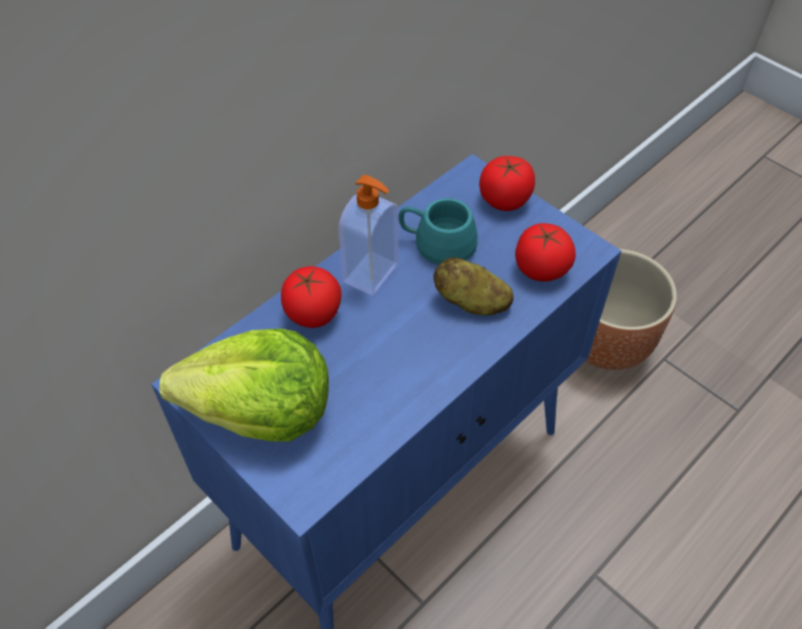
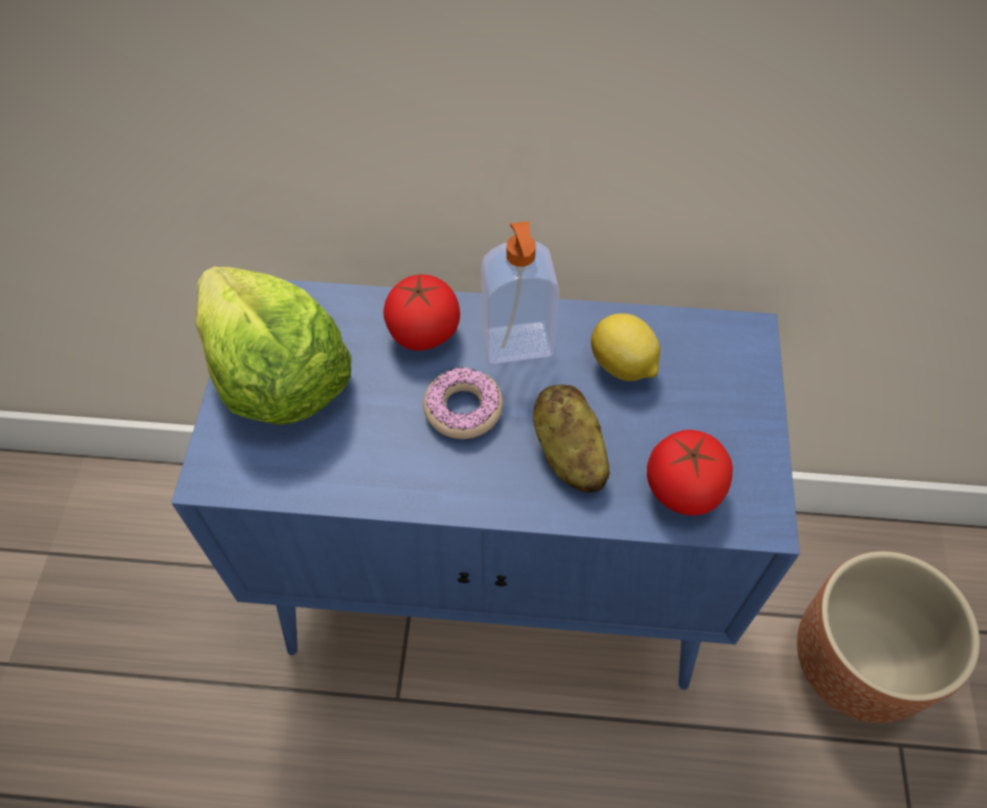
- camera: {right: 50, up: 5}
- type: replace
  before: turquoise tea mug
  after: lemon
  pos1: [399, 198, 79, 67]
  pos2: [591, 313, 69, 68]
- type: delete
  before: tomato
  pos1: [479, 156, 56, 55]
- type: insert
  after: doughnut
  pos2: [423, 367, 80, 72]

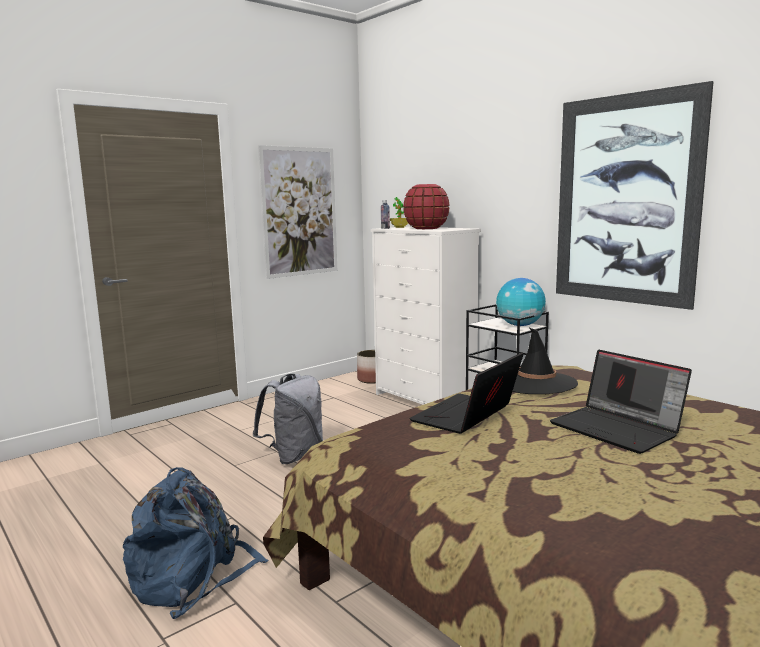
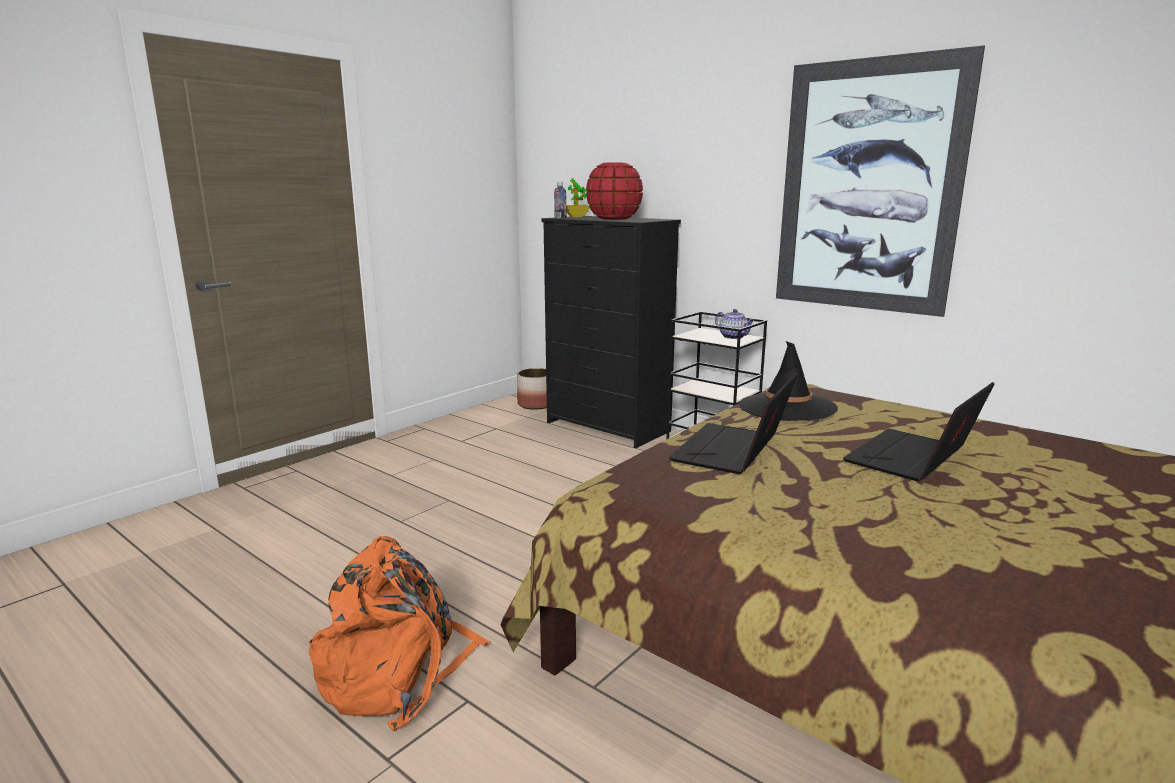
- camera: {right: -10, up: 5}
- type: recolor
  before: bluish backpack
  after: orangey backpack
  pos1: [123, 467, 146, 152]
  pos2: [309, 536, 182, 195]
- type: delete
  before: gray backpack
  pos1: [253, 374, 70, 90]
- type: delete
  before: wall art
  pos1: [258, 145, 79, 134]
- type: recolor
  before: white chest of drawers
  after: black chest of drawers
  pos1: [371, 226, 110, 179]
  pos2: [541, 216, 140, 232]
- type: replace
  before: desk globe
  after: pot for tea
  pos1: [496, 278, 50, 48]
  pos2: [715, 309, 39, 30]
- type: rotate
  before: portable computer
  pos1: [550, 350, 142, 104]
  pos2: [843, 382, 151, 99]
  turn: 90

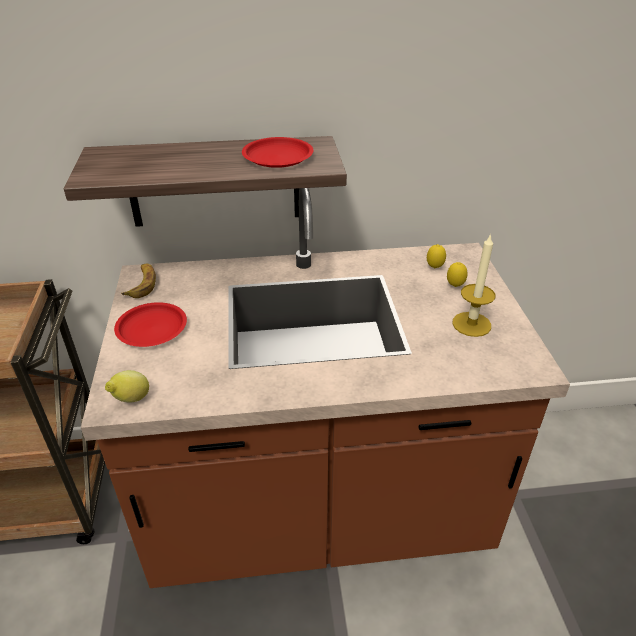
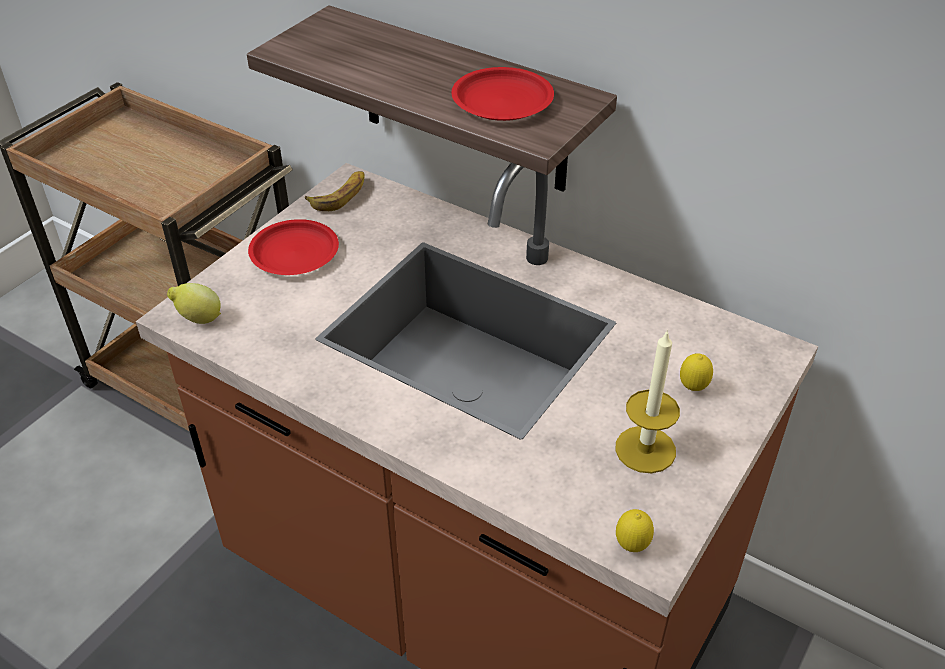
- camera: {right: 40, up: 5}
- type: move
  before: lemon
  pos1: [427, 244, 19, 24]
  pos2: [616, 509, 38, 43]

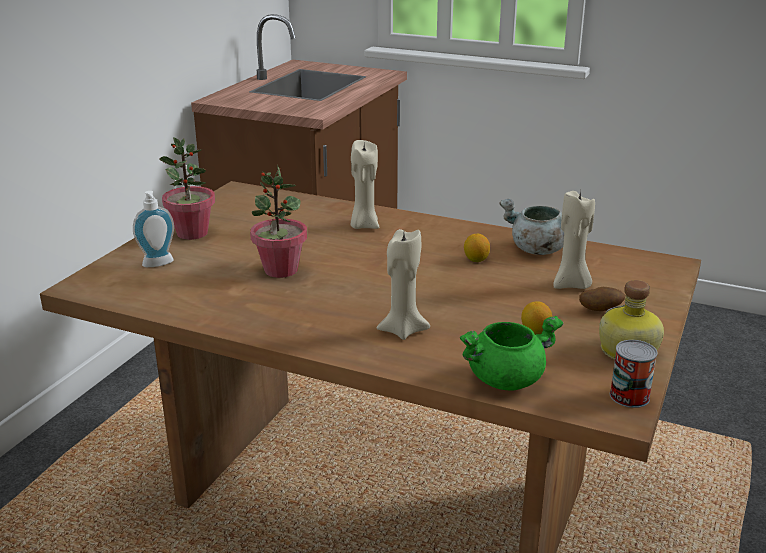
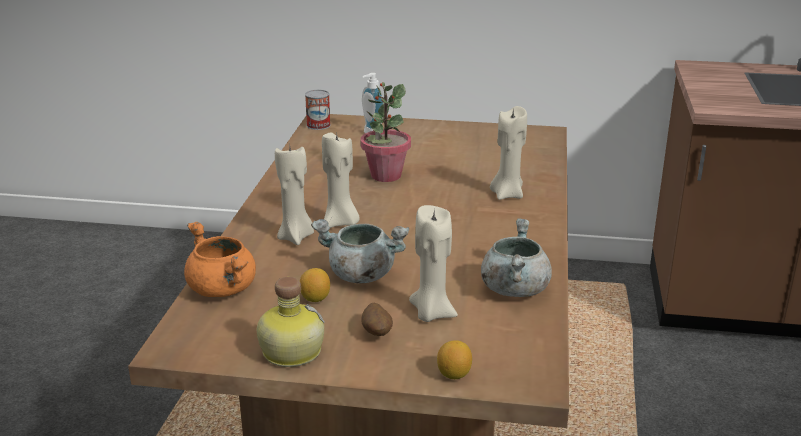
- camera: {right: 75, up: 0}
- type: delete
  before: houseplant
  pos1: [159, 137, 56, 103]
- type: recolor
  before: green-coloured saucepot
  after: orangey saucepot
  pos1: [460, 316, 103, 74]
  pos2: [184, 222, 72, 75]
- type: move
  before: lemon
  pos1: [464, 234, 26, 28]
  pos2: [437, 340, 35, 39]
- type: move
  before: metal can
  pos1: [610, 340, 48, 68]
  pos2: [305, 90, 26, 40]
- type: insert
  after: gray saucepot
  pos2: [311, 219, 98, 64]
- type: insert
  after: sand-coloured wax light
  pos2: [322, 132, 38, 96]

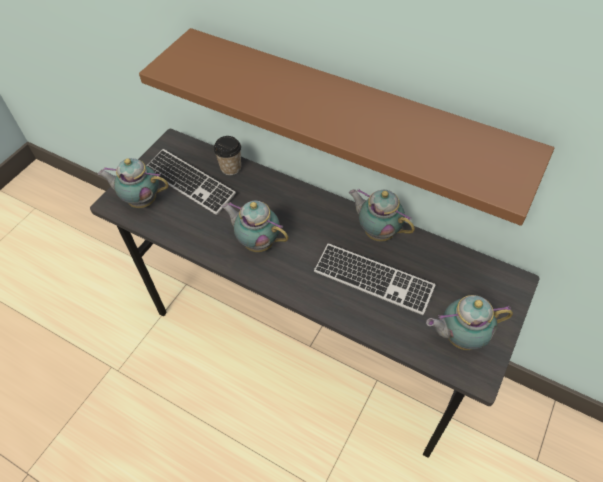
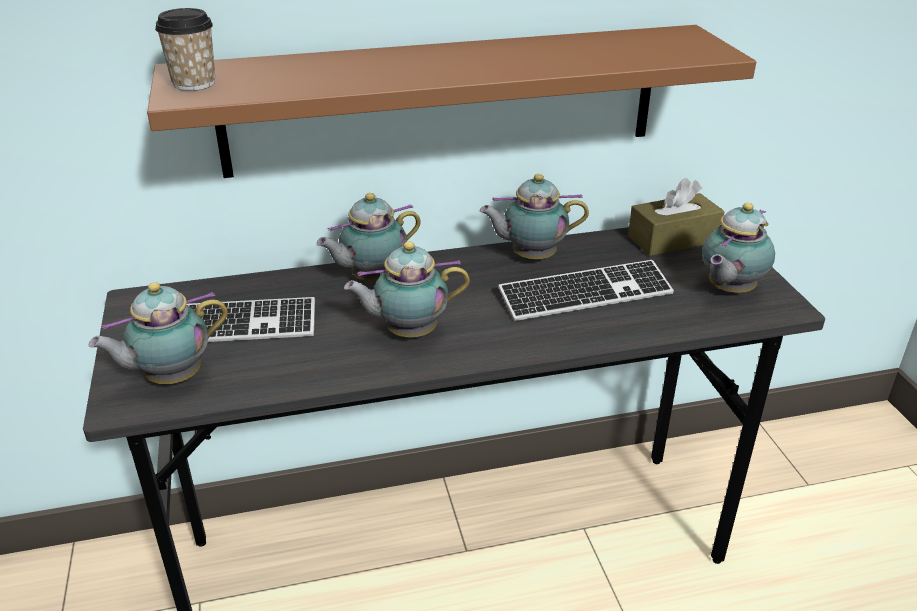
- camera: {right: -45, up: -20}
- type: move
  before: cup
  pos1: [214, 136, 27, 40]
  pos2: [155, 8, 60, 83]
- type: insert
  after: pot for tea
  pos2: [317, 193, 104, 88]
- type: insert
  after: brown-coloured box of tissues
  pos2: [628, 178, 97, 78]

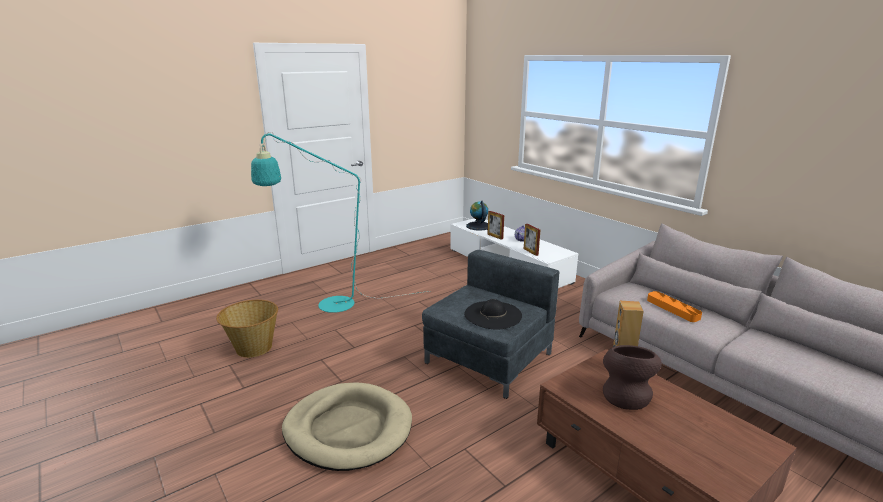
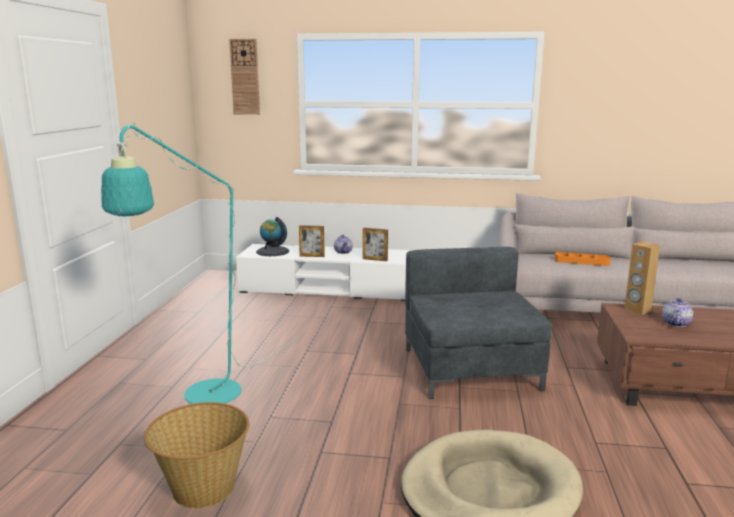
- camera: {right: -45, up: -5}
- type: delete
  before: black hat
  pos1: [464, 299, 58, 31]
- type: replace
  before: brown-coloured vase
  after: pot for tea
  pos1: [603, 345, 59, 65]
  pos2: [662, 298, 31, 29]
- type: insert
  after: clock on the wall
  pos2: [229, 39, 31, 76]

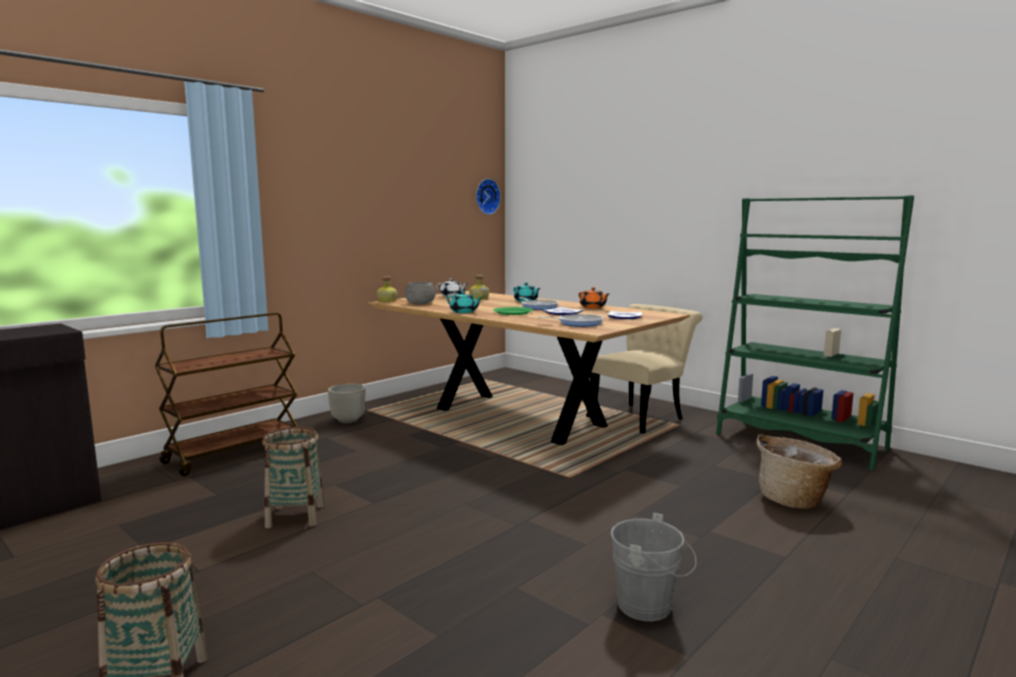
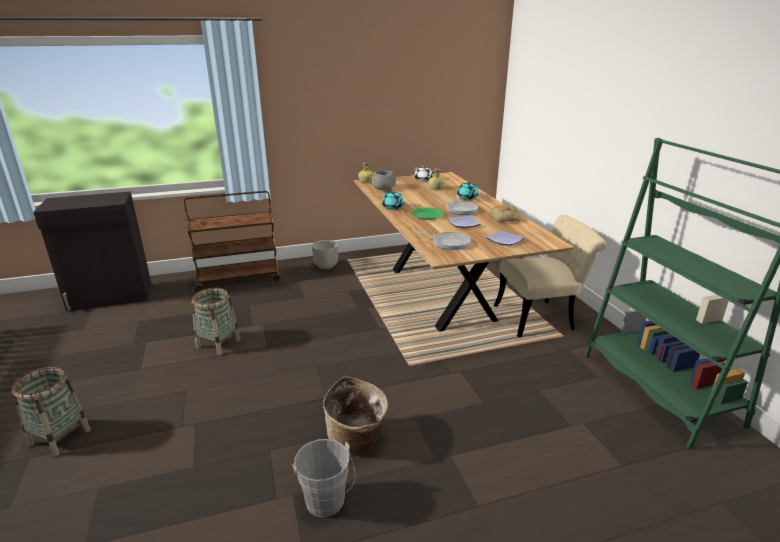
- camera: {right: 30, up: 15}
- type: delete
  before: clock on the wall
  pos1: [476, 179, 25, 36]
- type: replace
  before: orangey pot for tea
  after: bakery bread
  pos1: [578, 287, 31, 22]
  pos2: [491, 204, 30, 18]
- type: move
  before: basket
  pos1: [756, 434, 86, 75]
  pos2: [323, 376, 65, 78]

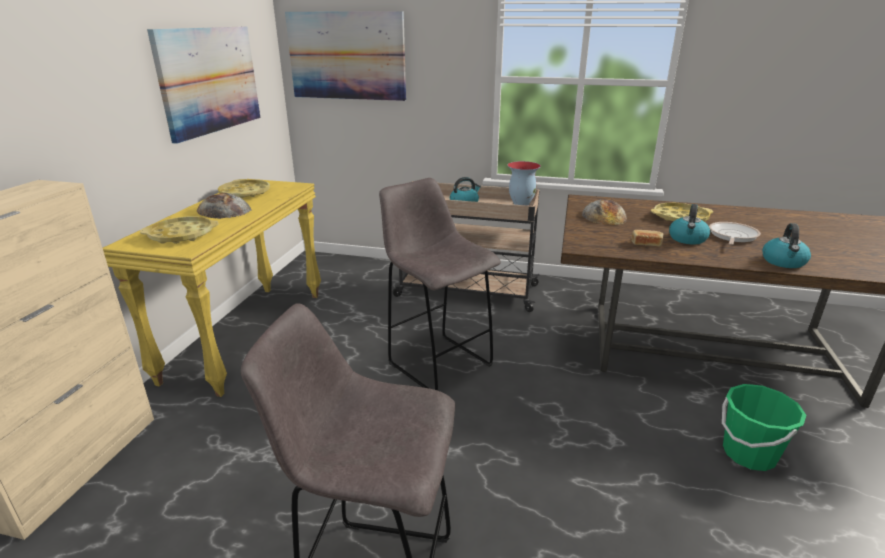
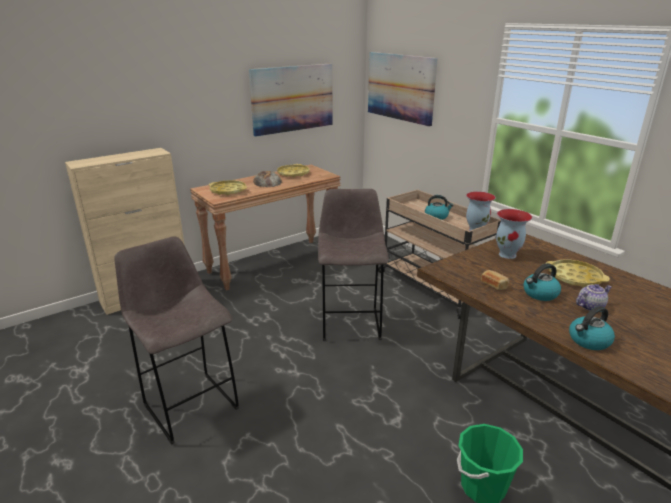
- camera: {right: 40, up: 0}
- type: recolor
  before: yellow console table
  after: brown-coloured console table
  pos1: [103, 179, 218, 218]
  pos2: [190, 165, 150, 126]
- type: replace
  before: bakery bread
  after: vase
  pos1: [582, 200, 45, 25]
  pos2: [496, 209, 36, 50]
- type: replace
  before: frying pan
  after: pot for tea
  pos1: [709, 222, 52, 23]
  pos2: [576, 284, 36, 27]

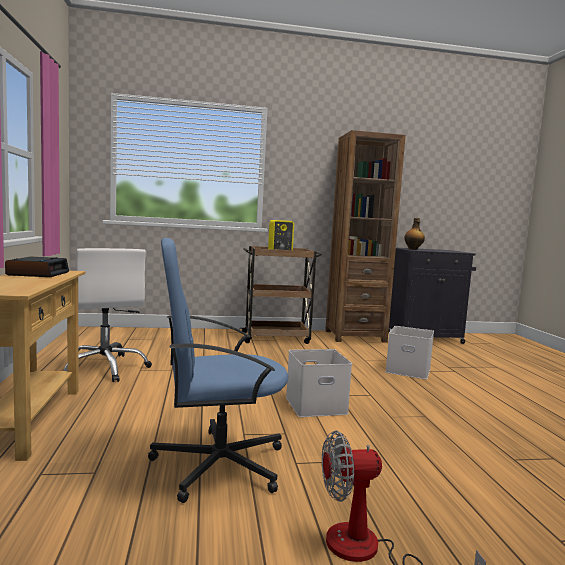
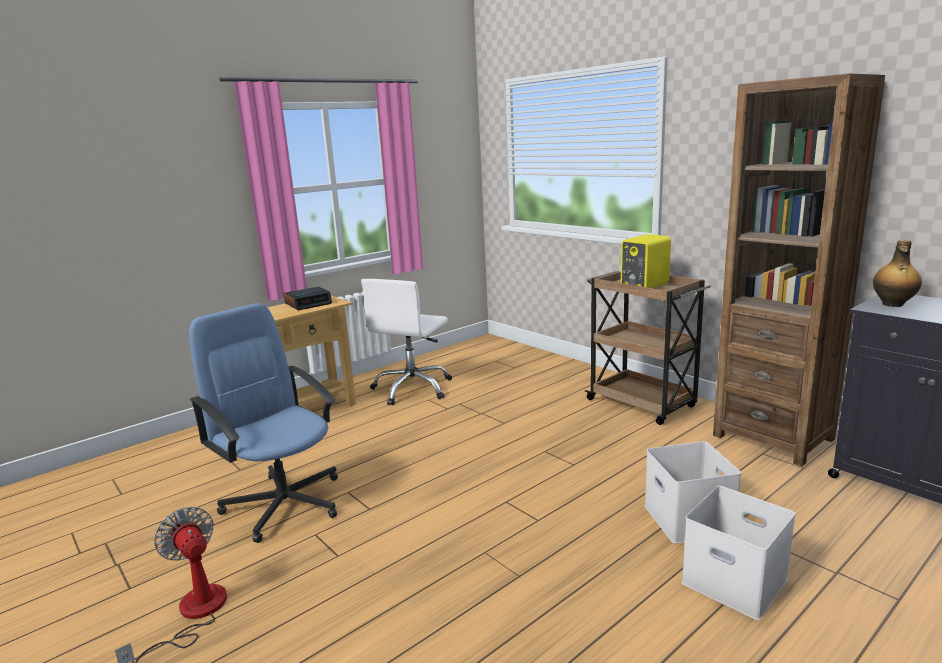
- camera: {right: 60, up: 10}
- type: move
  before: white storage bin
  pos1: [286, 349, 66, 68]
  pos2: [682, 486, 114, 134]

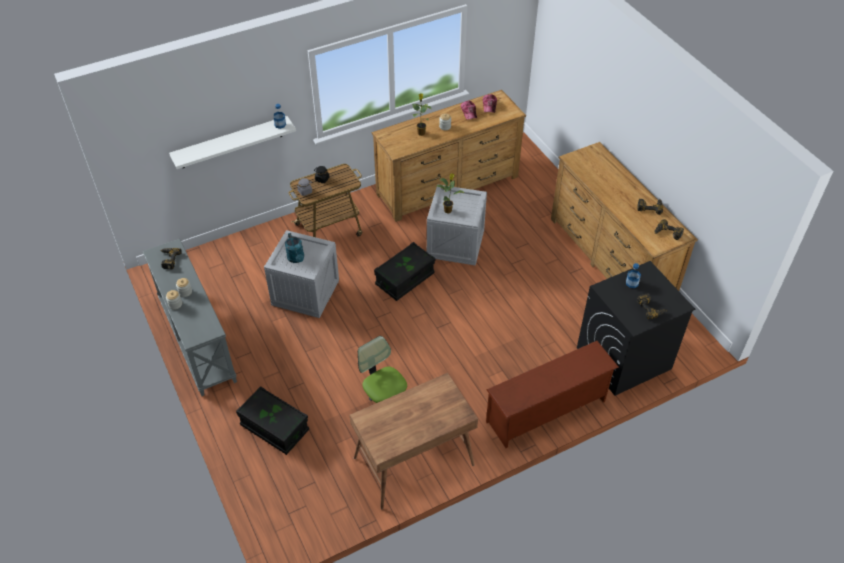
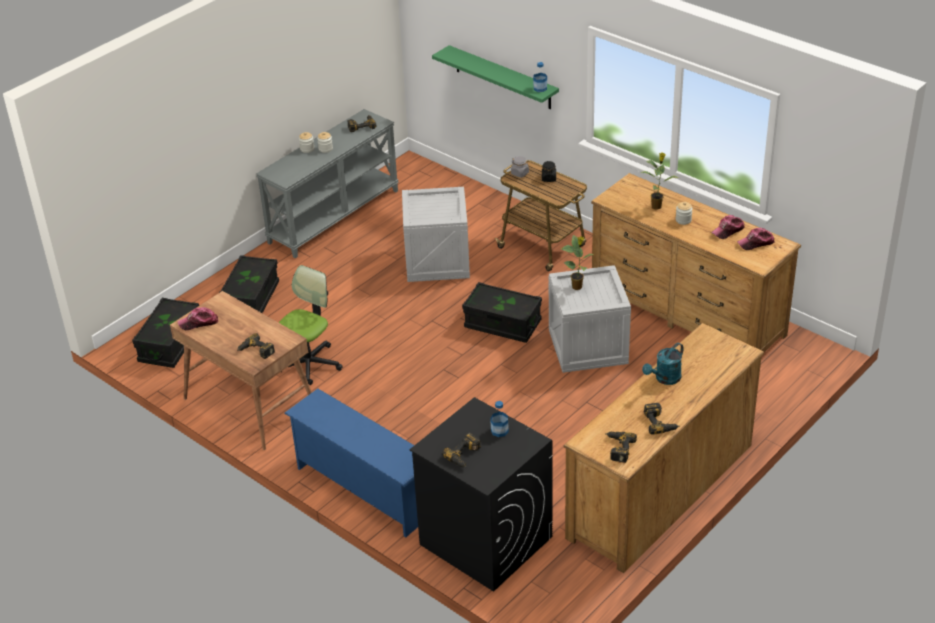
- camera: {right: 70, up: -10}
- type: recolor
  before: white shelf
  after: green-coloured shelf
  pos1: [169, 116, 127, 53]
  pos2: [432, 45, 127, 64]
- type: move
  before: turquoise watering can
  pos1: [285, 233, 19, 30]
  pos2: [642, 343, 42, 42]
- type: recolor
  before: brown-coloured shoe stand
  after: bluish shoe stand
  pos1: [486, 341, 133, 107]
  pos2: [284, 388, 134, 149]
- type: insert
  after: black storage bin
  pos2: [132, 298, 67, 70]
- type: insert
  after: baseball cap
  pos2: [178, 307, 41, 23]
- type: insert
  after: drill
  pos2: [237, 333, 38, 26]

